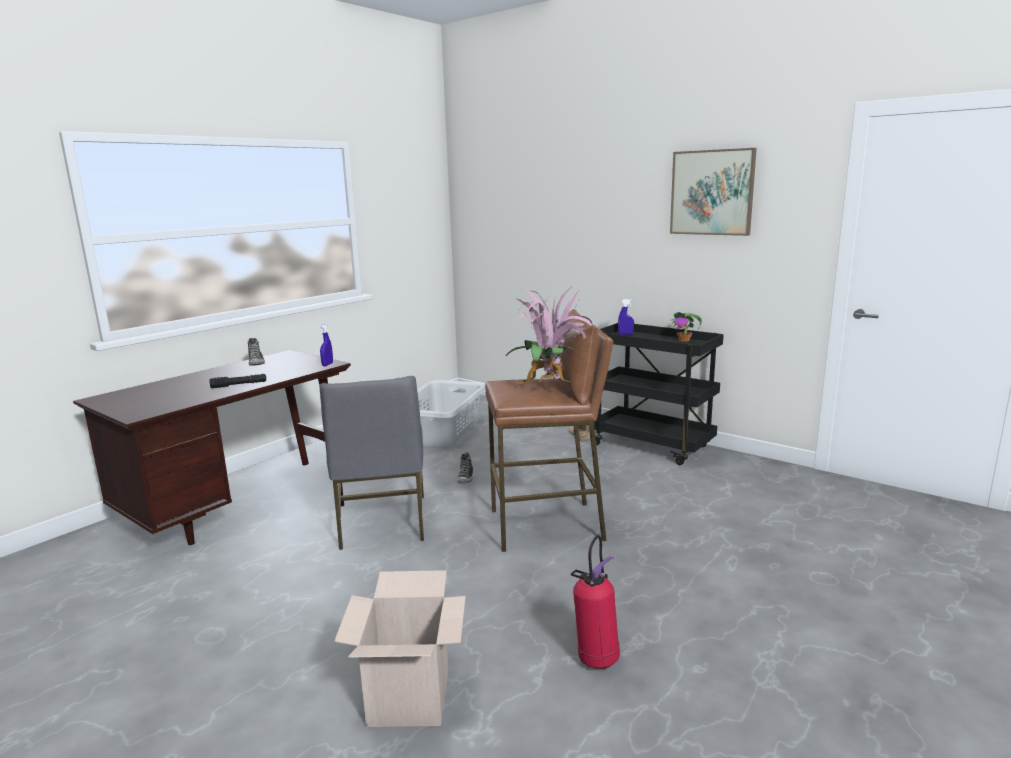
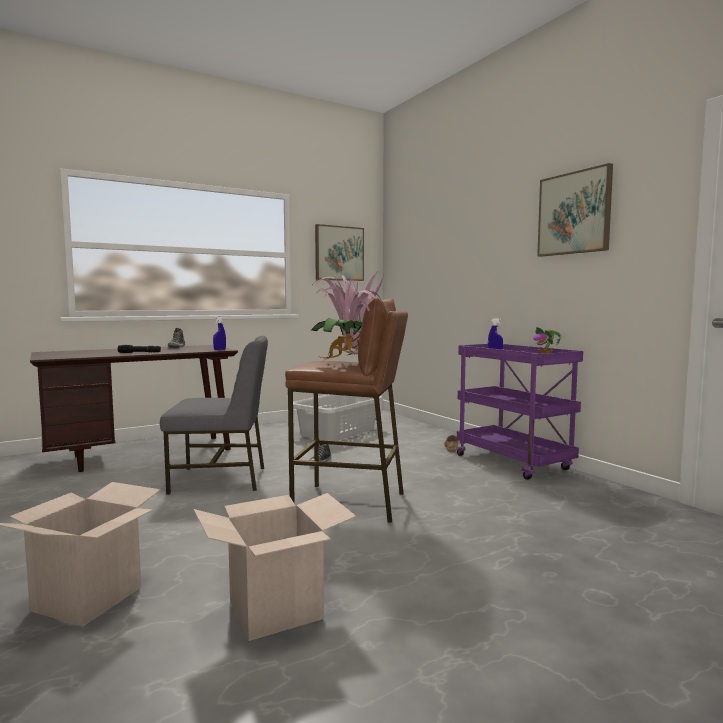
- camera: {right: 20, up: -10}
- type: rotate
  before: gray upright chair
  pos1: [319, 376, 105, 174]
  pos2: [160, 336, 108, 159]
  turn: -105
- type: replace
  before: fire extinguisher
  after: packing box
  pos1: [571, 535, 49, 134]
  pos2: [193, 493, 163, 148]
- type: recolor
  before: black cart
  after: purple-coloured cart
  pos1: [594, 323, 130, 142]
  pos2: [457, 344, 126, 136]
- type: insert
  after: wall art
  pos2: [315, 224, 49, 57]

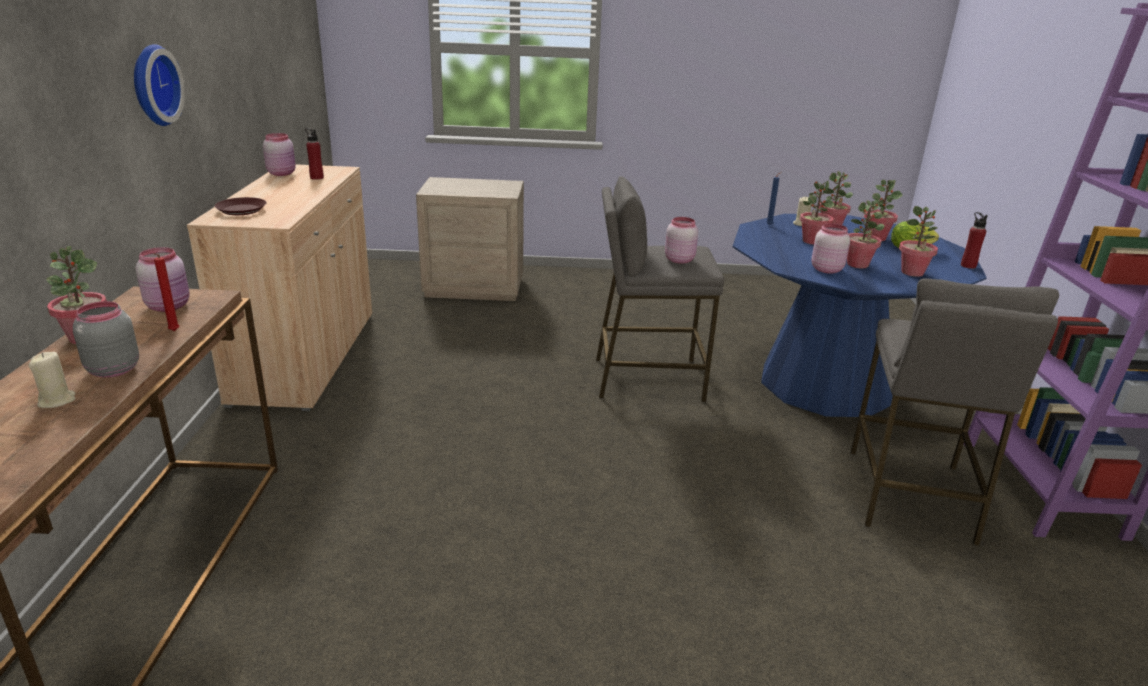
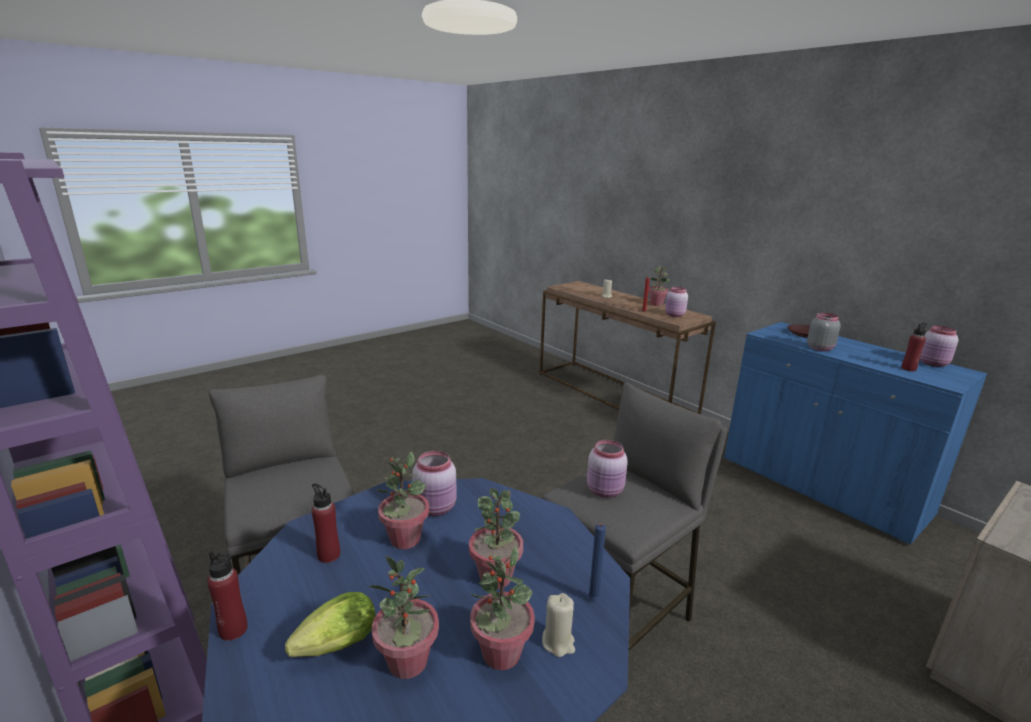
- camera: {right: 140, up: -5}
- type: move
  before: gray preserve jar
  pos1: [73, 301, 66, 77]
  pos2: [807, 313, 34, 38]
- type: delete
  before: clock on the wall
  pos1: [134, 44, 51, 82]
- type: recolor
  before: sand-coloured cabinet
  after: bluish cabinet
  pos1: [187, 164, 185, 247]
  pos2: [724, 322, 263, 224]
- type: replace
  before: houseplant
  after: red-coloured beverage bottle
  pos1: [899, 206, 39, 71]
  pos2: [311, 483, 29, 80]

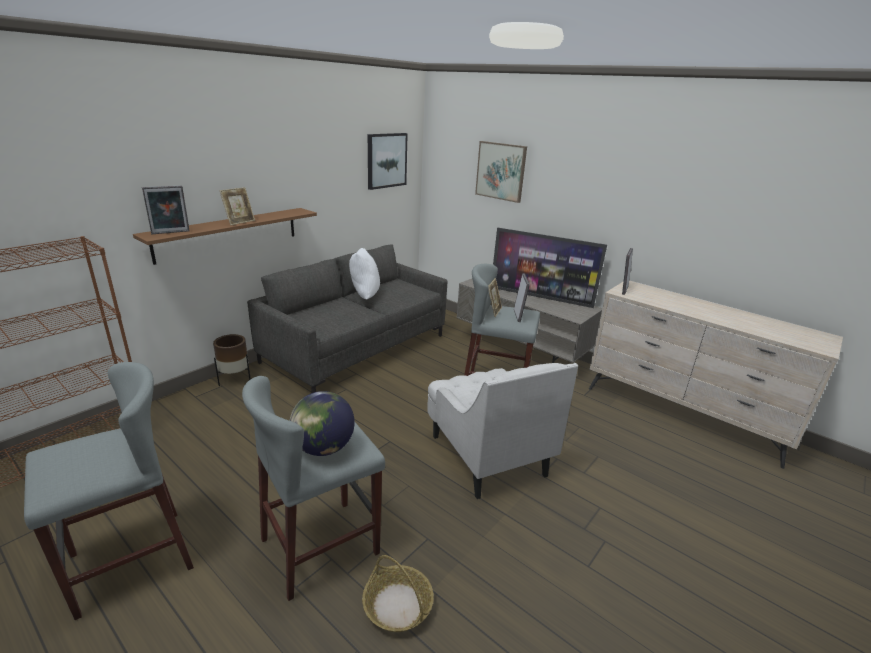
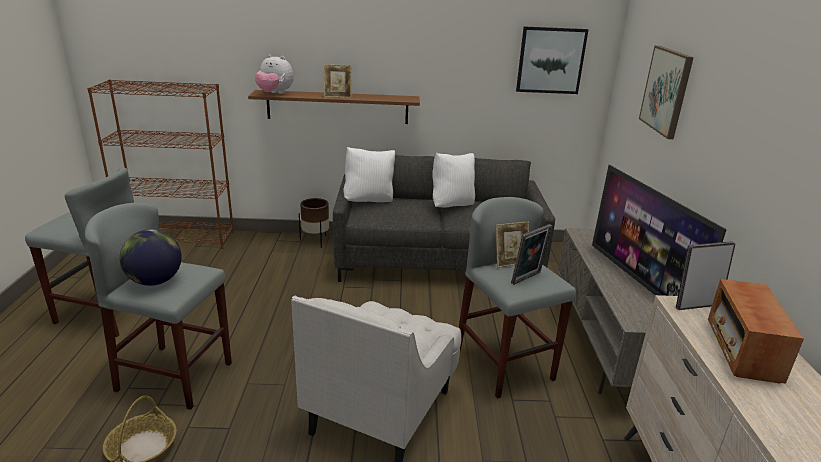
- camera: {right: 50, up: 0}
- type: replace
  before: photo frame
  after: plush toy
  pos1: [142, 186, 48, 48]
  pos2: [255, 55, 39, 39]
- type: insert
  after: white throw pillow
  pos2: [343, 147, 52, 55]
- type: insert
  after: radio receiver
  pos2: [708, 279, 96, 105]

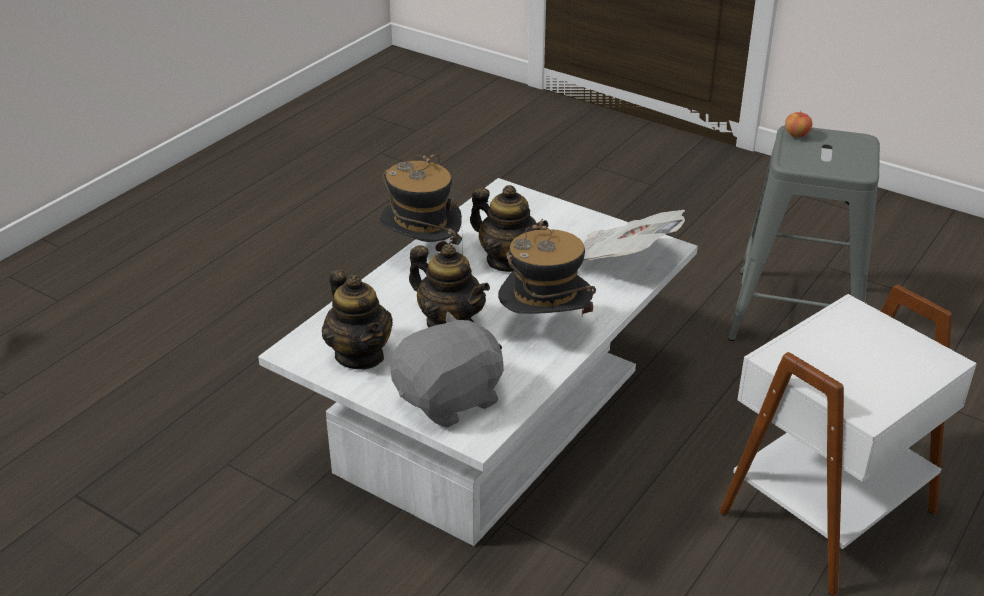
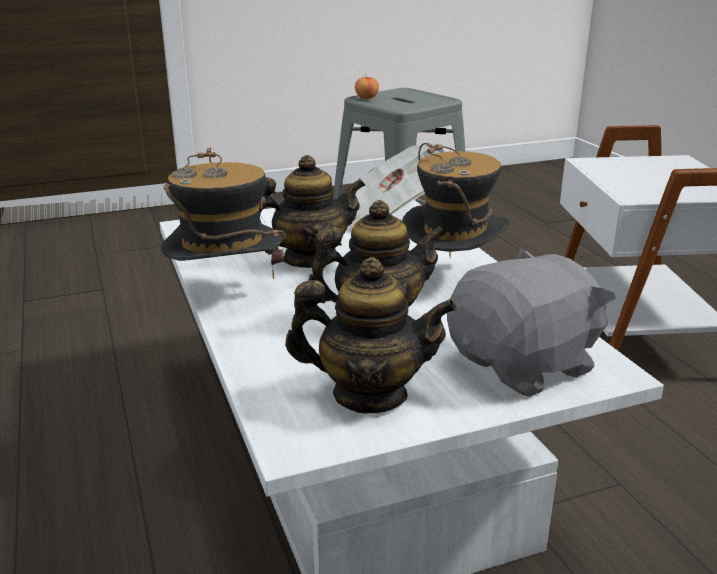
- camera: {right: -55, up: -10}
- type: rotate
  before: gray plush toy
  pos1: [390, 312, 114, 116]
  pos2: [447, 249, 169, 148]
  turn: 60

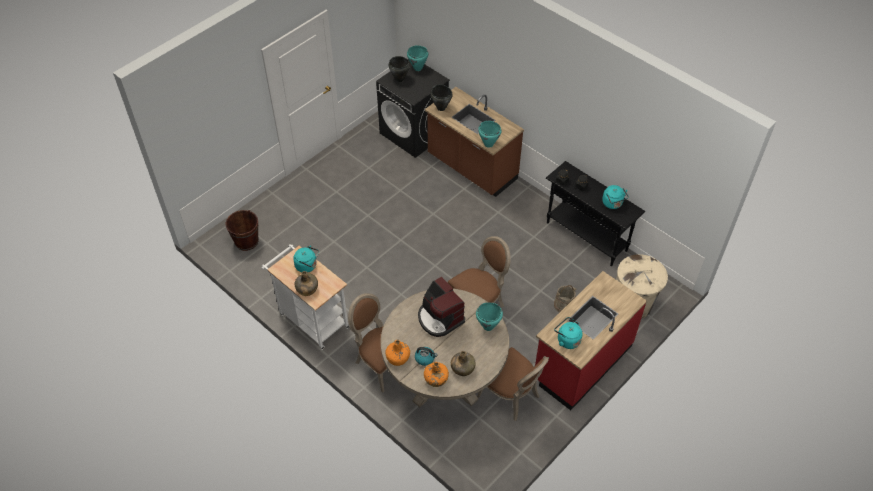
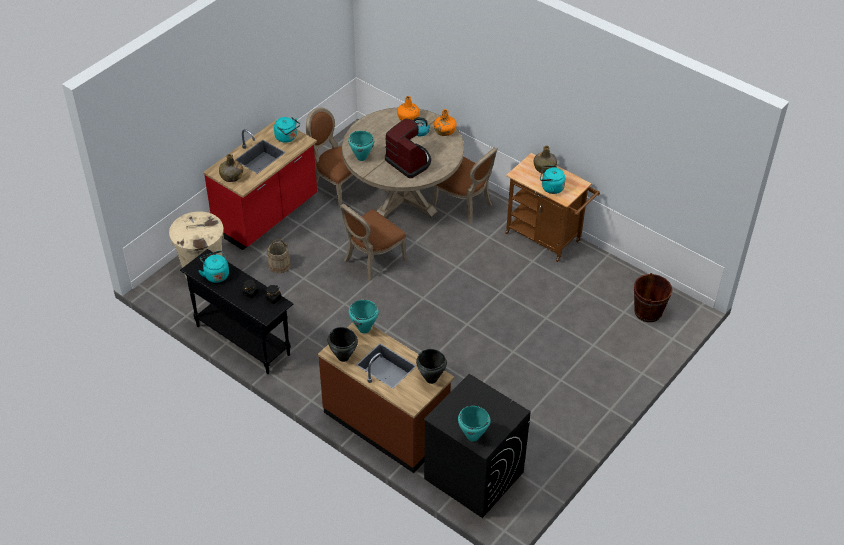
- camera: {right: 175, up: -5}
- type: recolor
  before: white cart
  after: brown-coloured cart
  pos1: [262, 244, 87, 106]
  pos2: [505, 153, 95, 109]
- type: move
  before: black saucepot
  pos1: [389, 56, 21, 26]
  pos2: [328, 327, 30, 35]
- type: move
  before: green-coloured beverage bottle
  pos1: [451, 351, 25, 25]
  pos2: [219, 154, 24, 28]

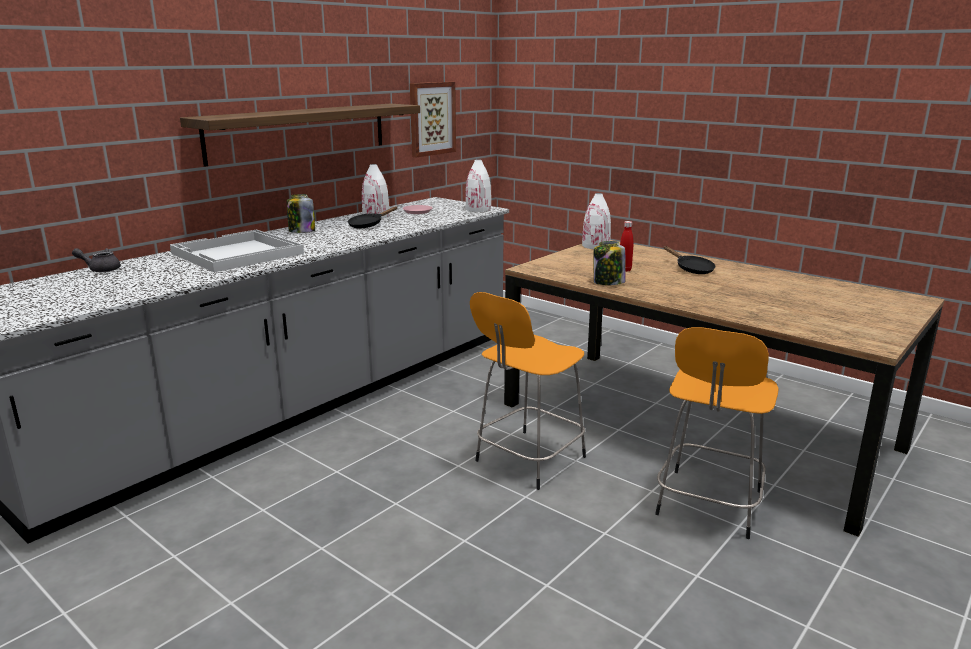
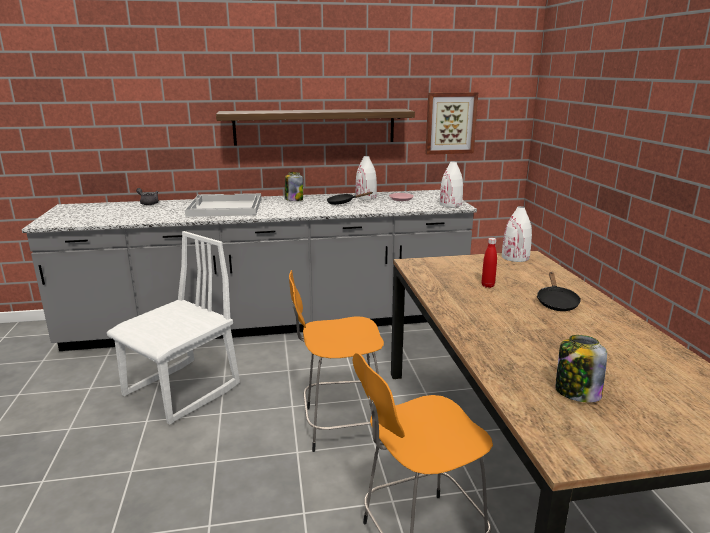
- camera: {right: 40, up: 0}
- type: move
  before: preserve jar
  pos1: [593, 241, 33, 44]
  pos2: [555, 335, 52, 68]
- type: insert
  after: white upright chair
  pos2: [107, 231, 133, 194]

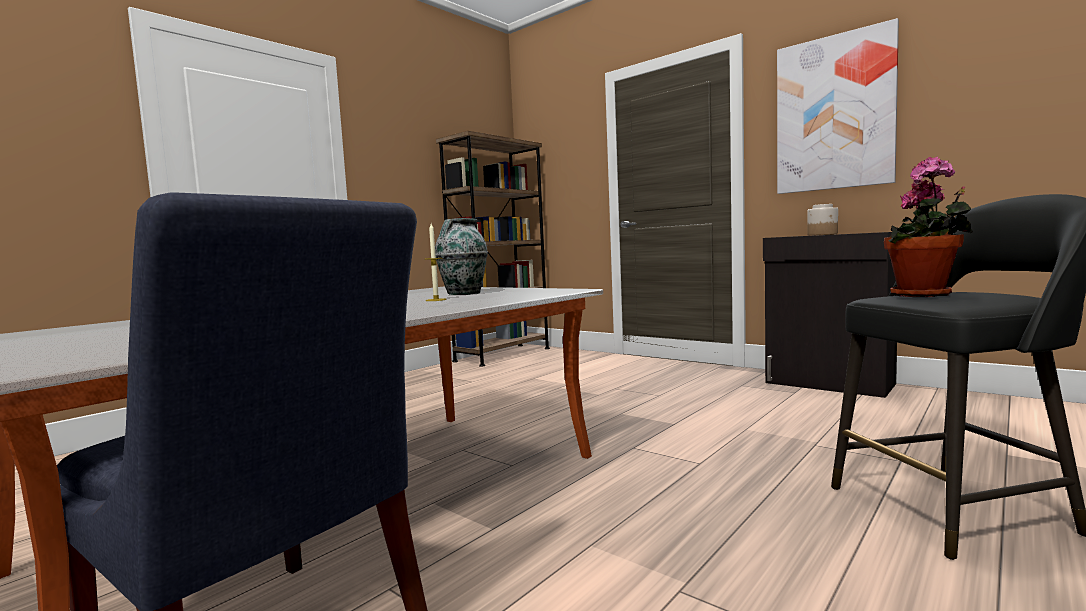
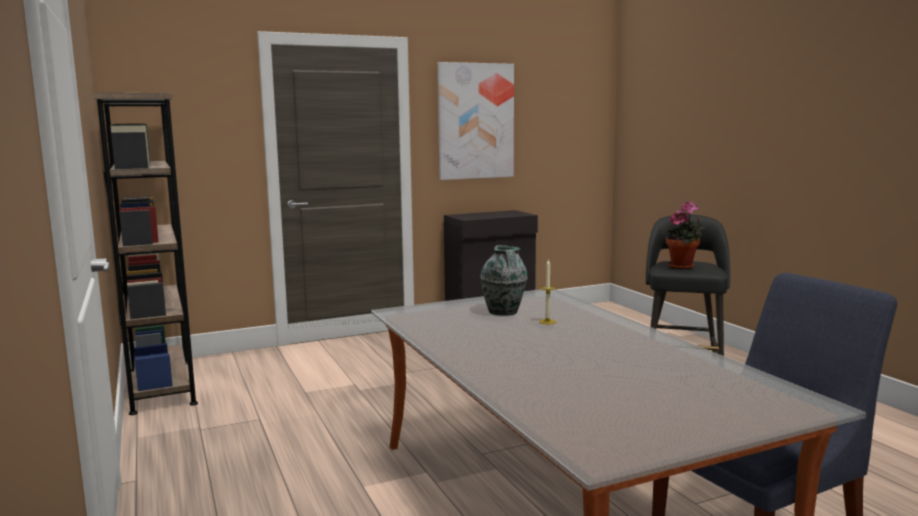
- camera: {right: -65, up: 5}
- type: delete
  before: preserve jar
  pos1: [807, 204, 31, 31]

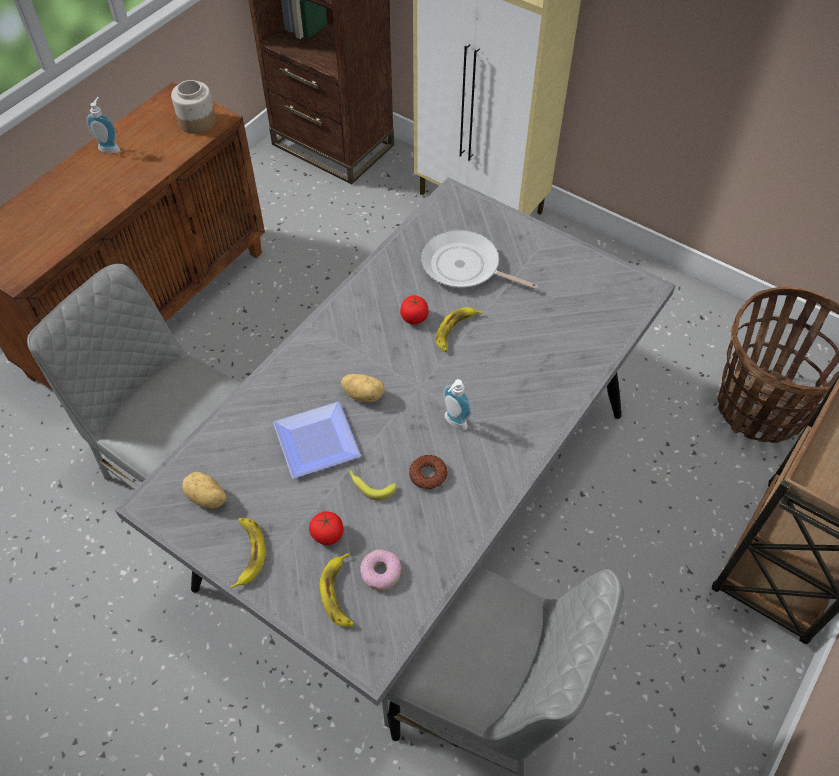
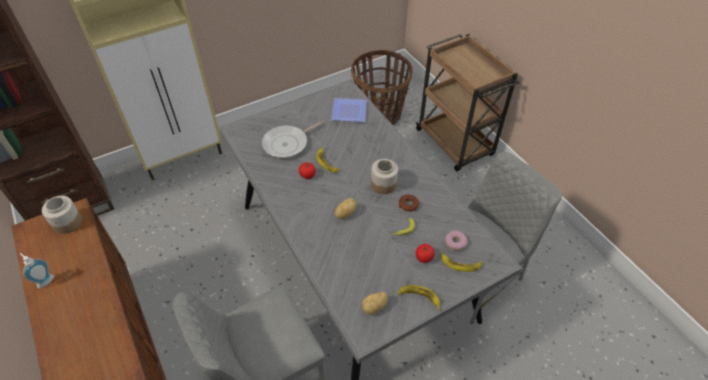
- camera: {right: -65, up: -5}
- type: move
  before: dinner plate
  pos1: [273, 402, 88, 77]
  pos2: [331, 98, 36, 24]
- type: replace
  before: soap bottle
  after: preserve jar
  pos1: [443, 379, 28, 51]
  pos2: [371, 159, 27, 35]

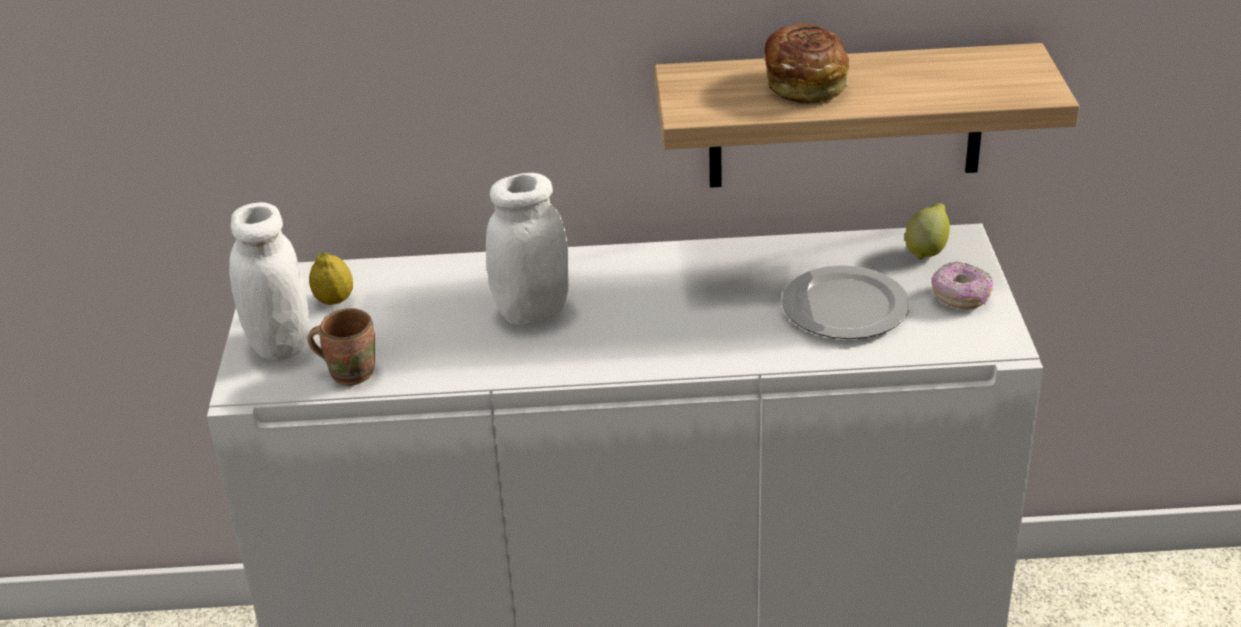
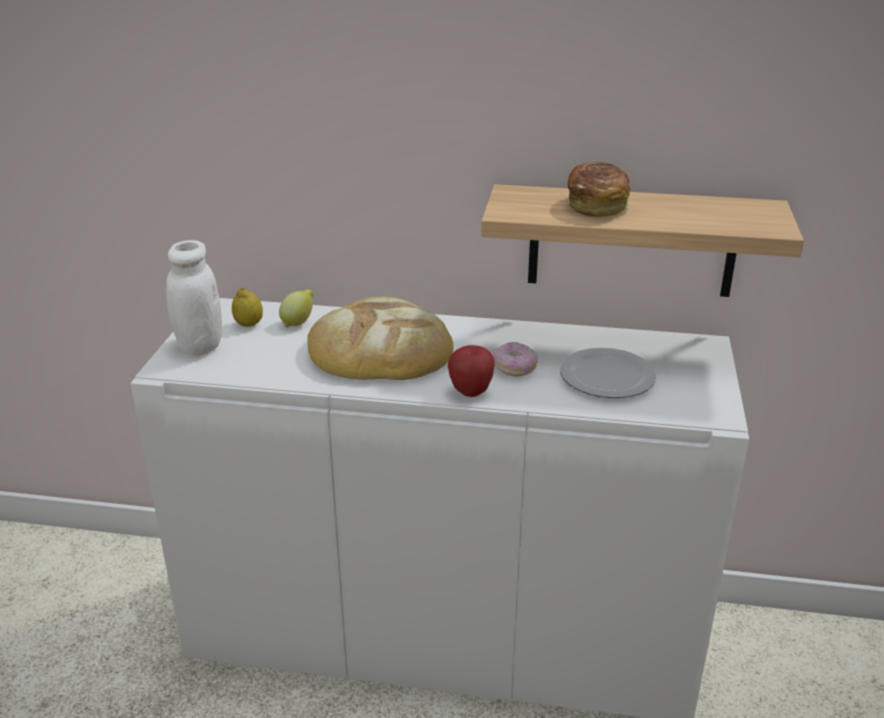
- camera: {right: 10, up: -5}
- type: delete
  before: brown-coloured tea mug
  pos1: [308, 308, 67, 78]
- type: replace
  before: white preserve jar
  after: bakery bread
  pos1: [486, 173, 83, 152]
  pos2: [307, 296, 147, 84]
- type: move
  before: lemon
  pos1: [905, 203, 45, 57]
  pos2: [279, 289, 34, 38]
- type: move
  before: doughnut
  pos1: [931, 261, 62, 49]
  pos2: [493, 342, 45, 35]
- type: insert
  after: apple
  pos2: [448, 345, 47, 52]

